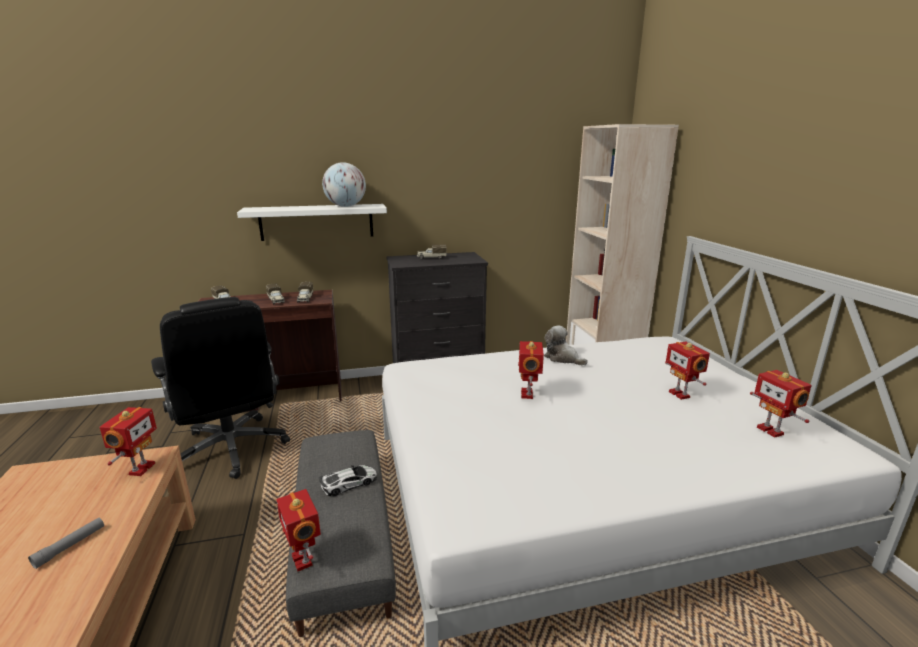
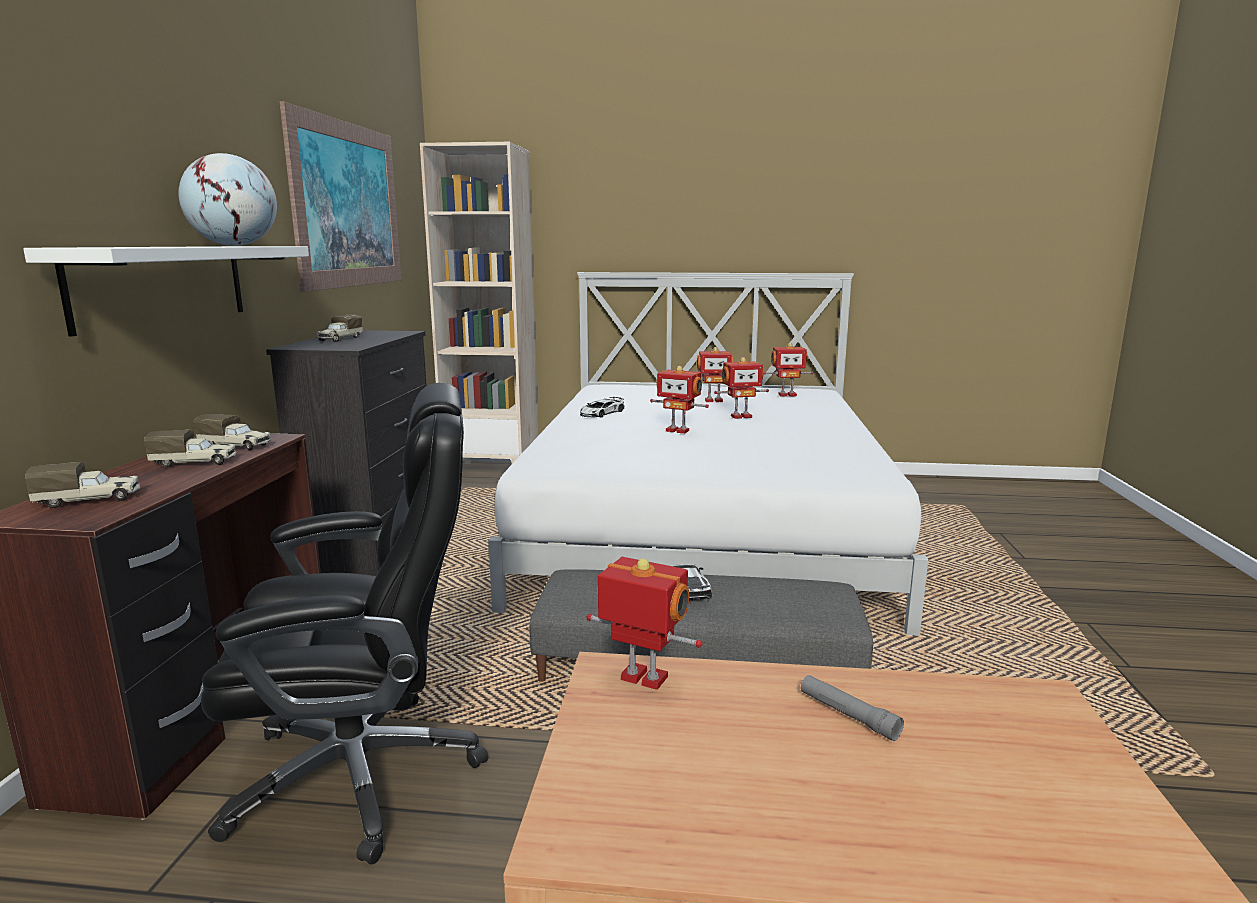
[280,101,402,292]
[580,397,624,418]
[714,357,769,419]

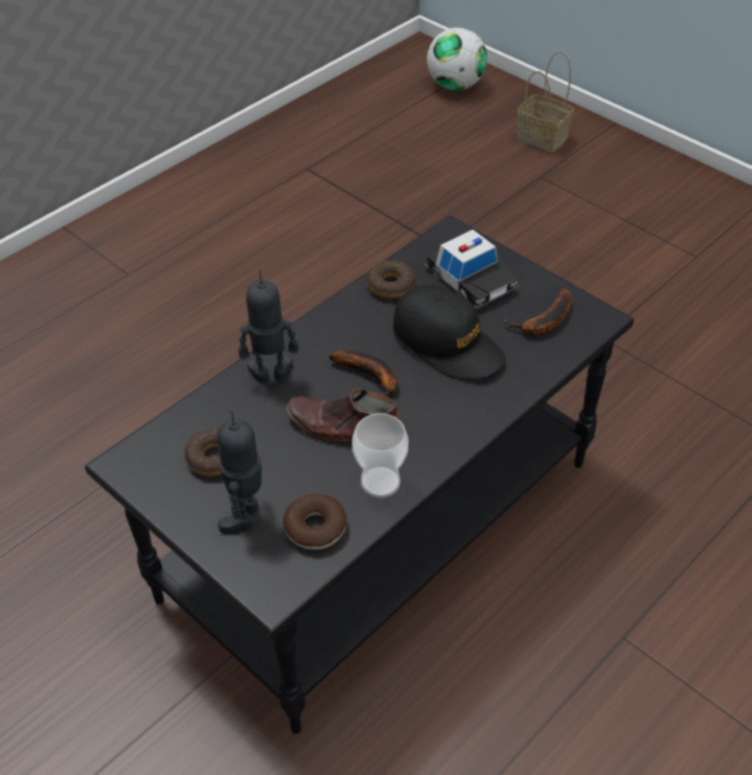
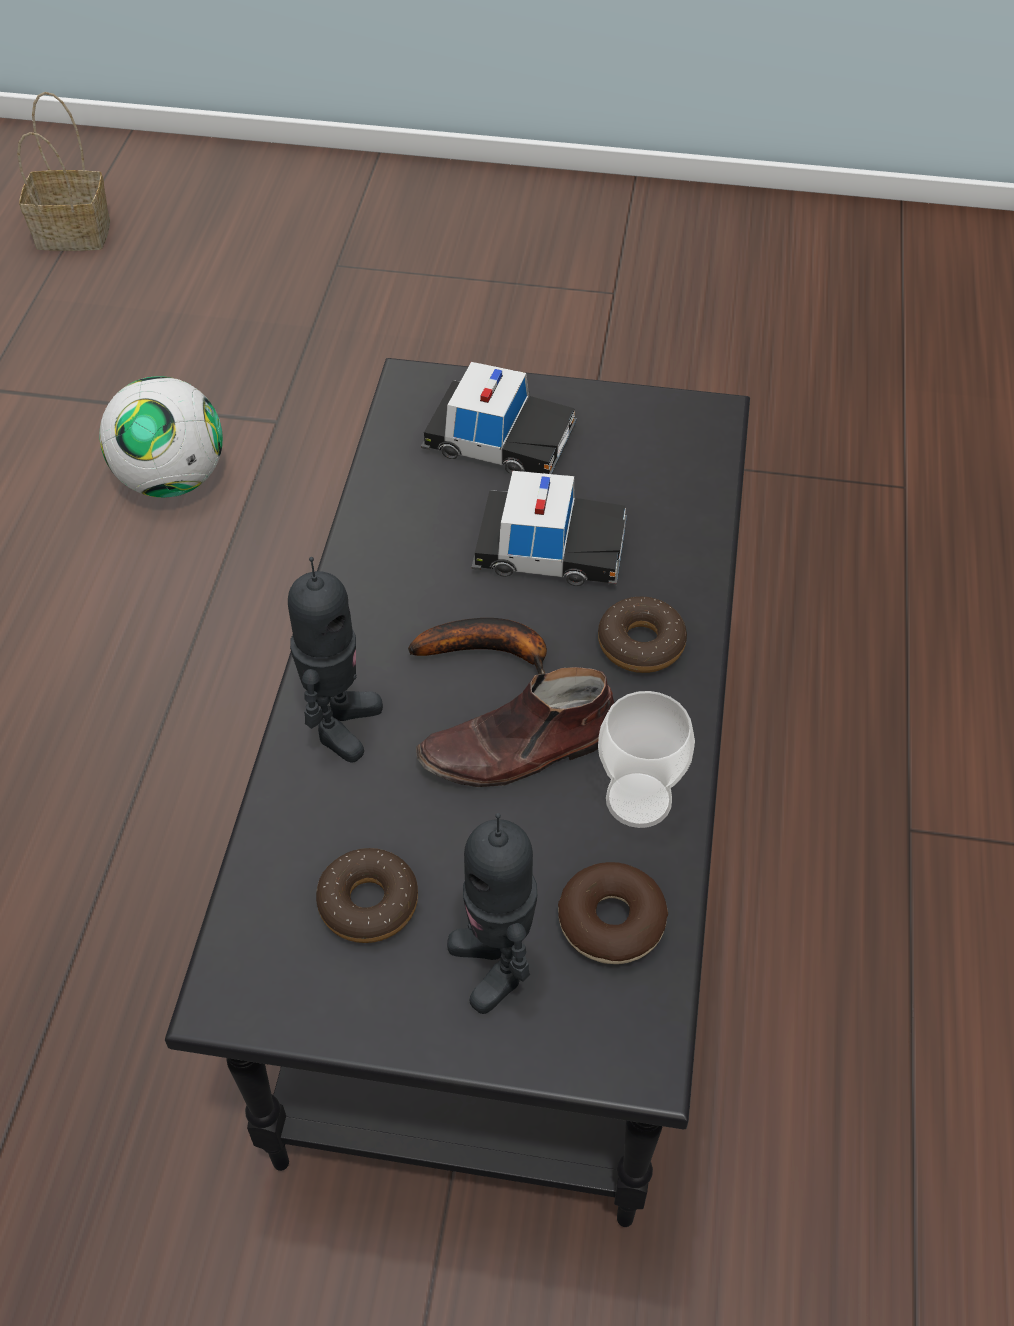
[17,92,110,251]
[99,376,223,498]
[288,557,383,763]
[472,471,627,586]
[598,597,687,673]
[504,288,572,336] (first image)

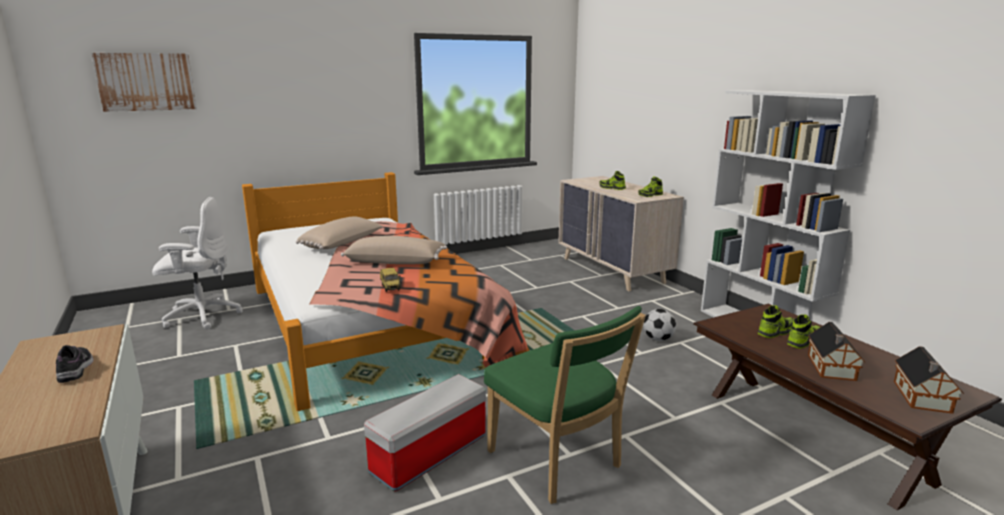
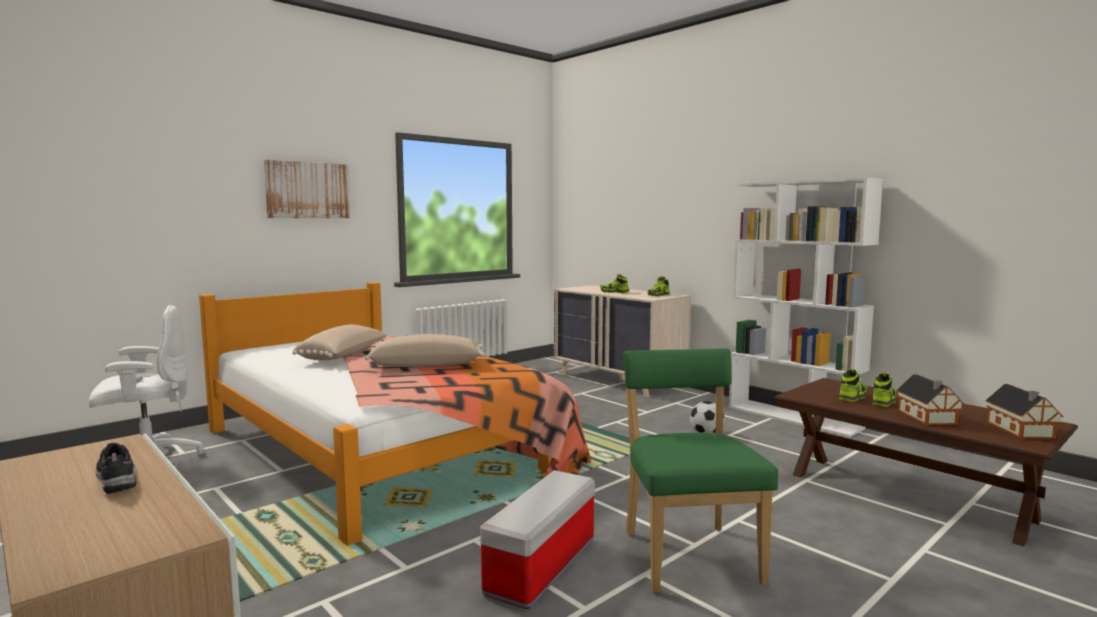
[264,160,350,218]
[623,348,778,593]
[380,268,401,292] (first image)

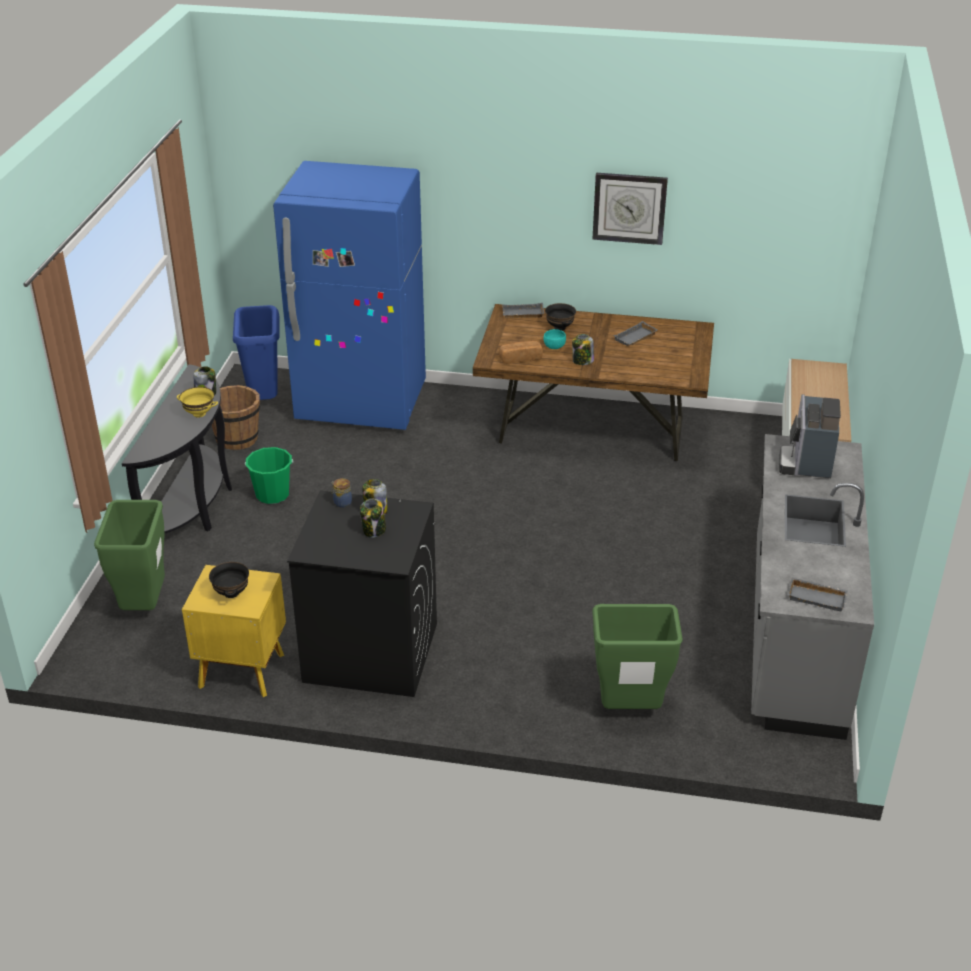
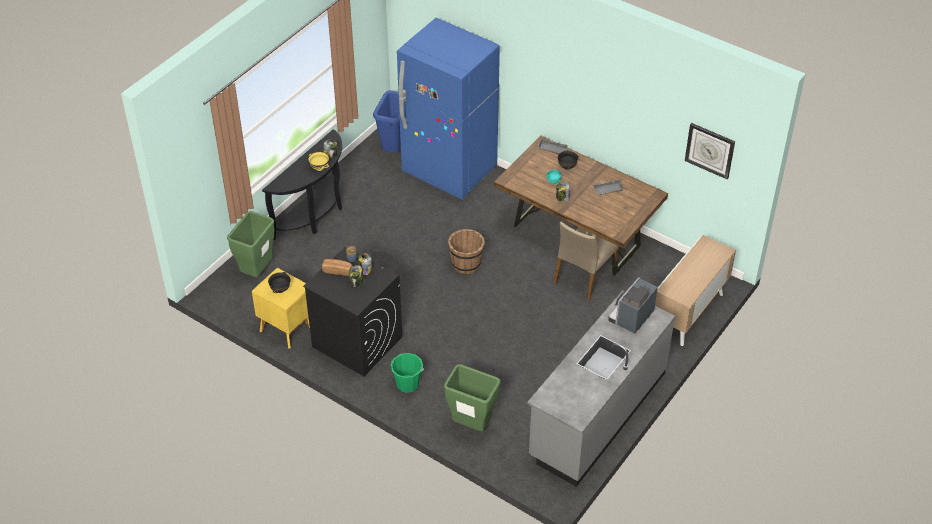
[322,259,353,276]
[391,353,424,393]
[448,229,485,274]
[554,221,619,301]
[685,123,735,179]
[788,577,848,612] (first image)

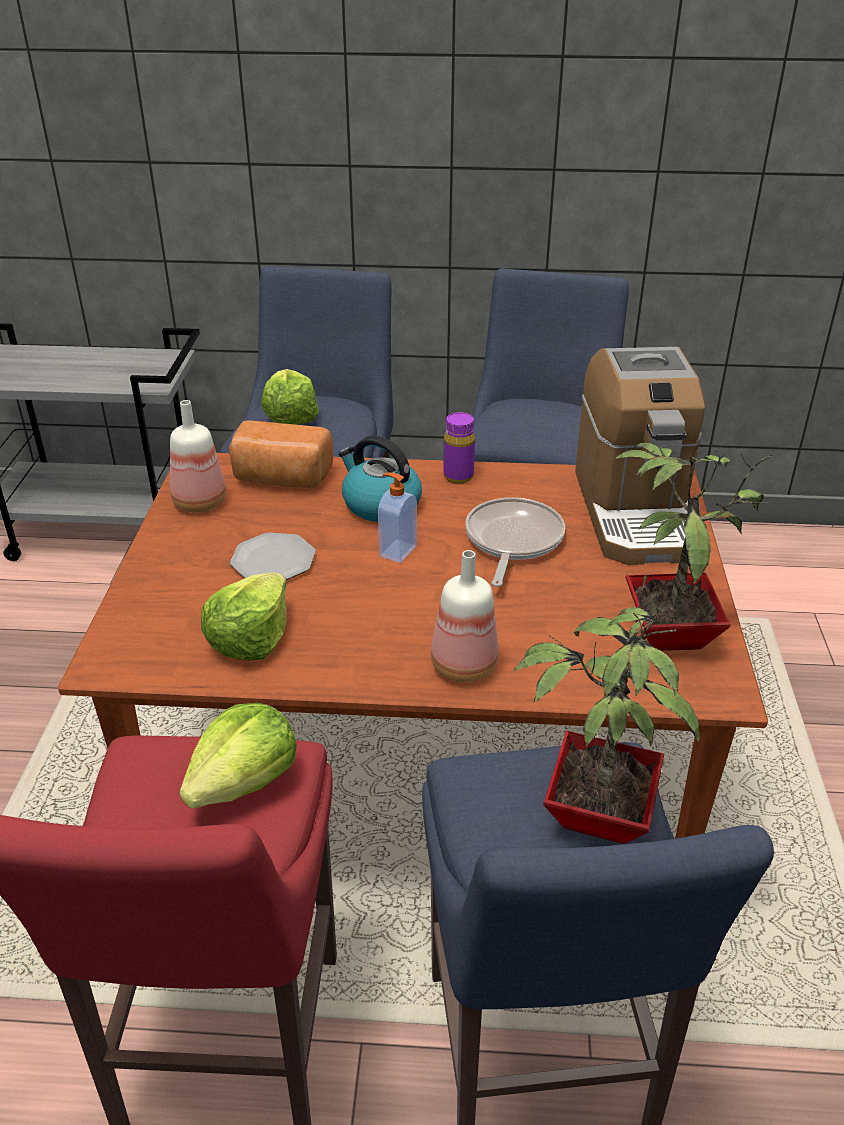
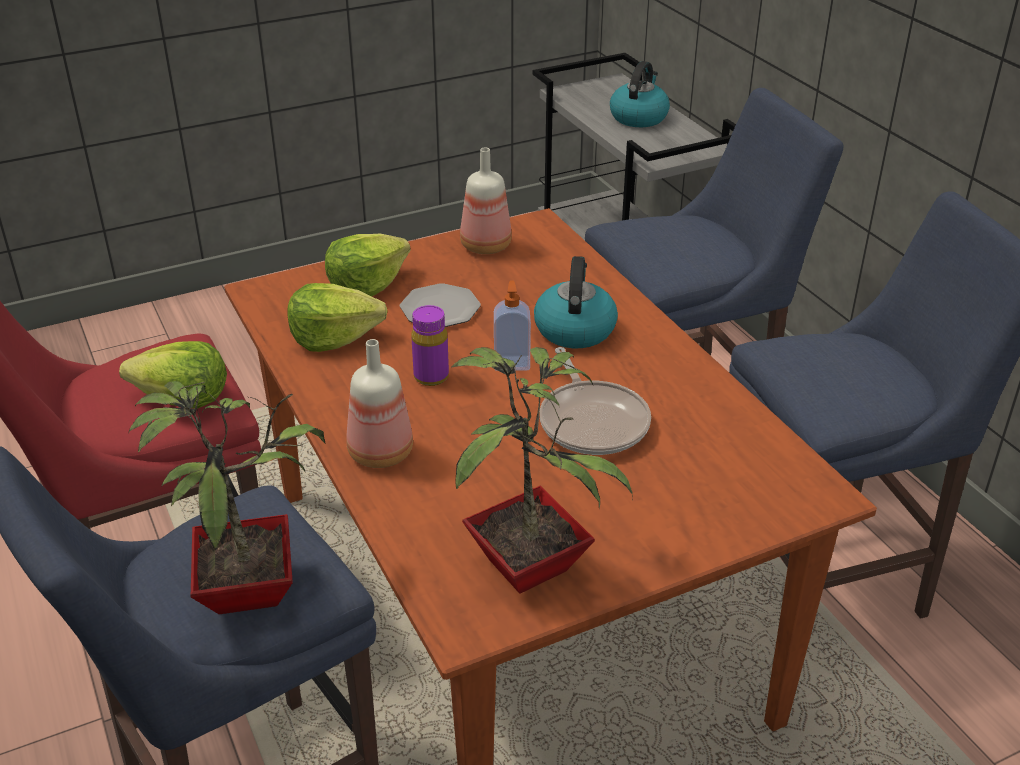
[325,233,411,296]
[411,305,449,386]
[540,347,651,455]
[610,61,670,127]
[229,420,333,488] (first image)
[575,347,705,565] (first image)

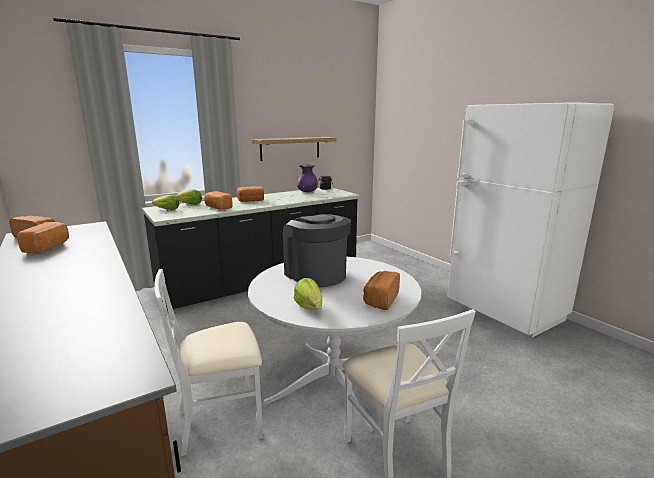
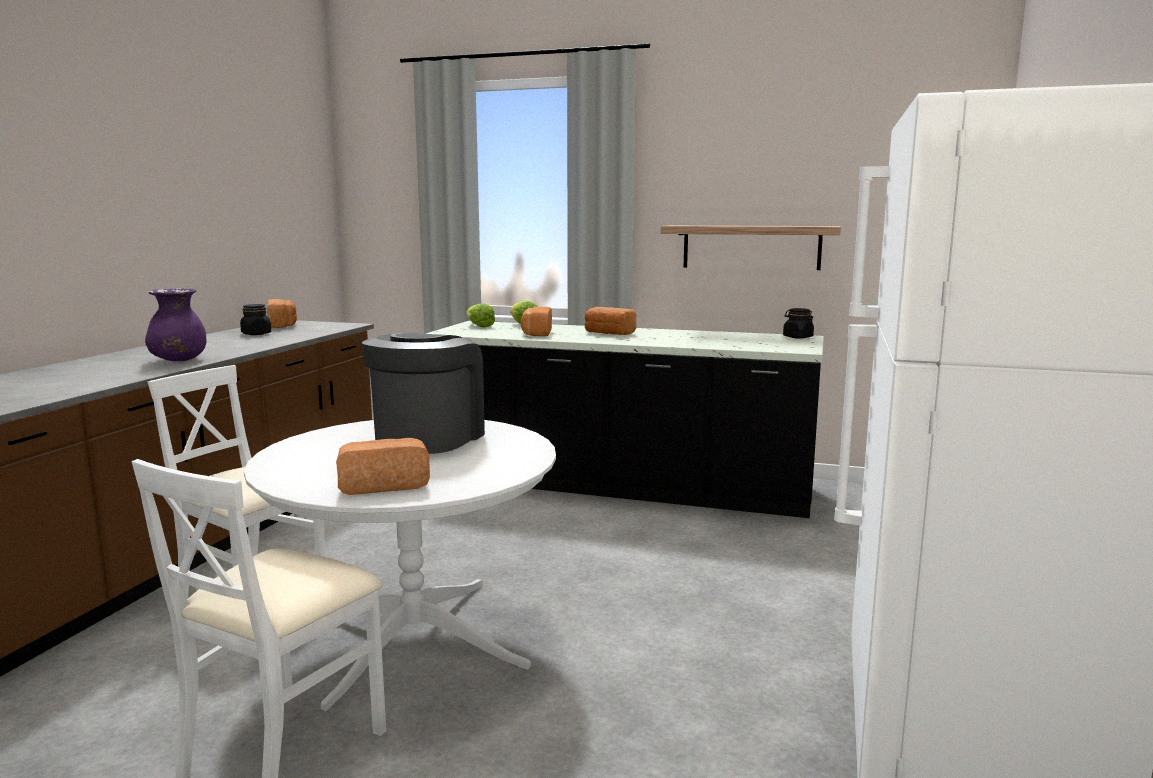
[145,288,207,361]
[240,304,271,335]
[294,278,322,310] (first image)

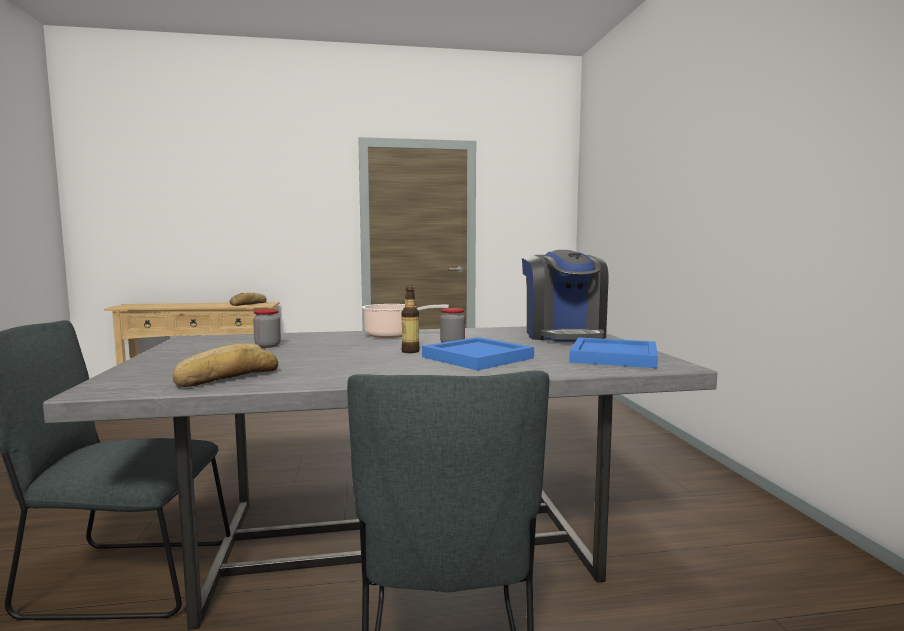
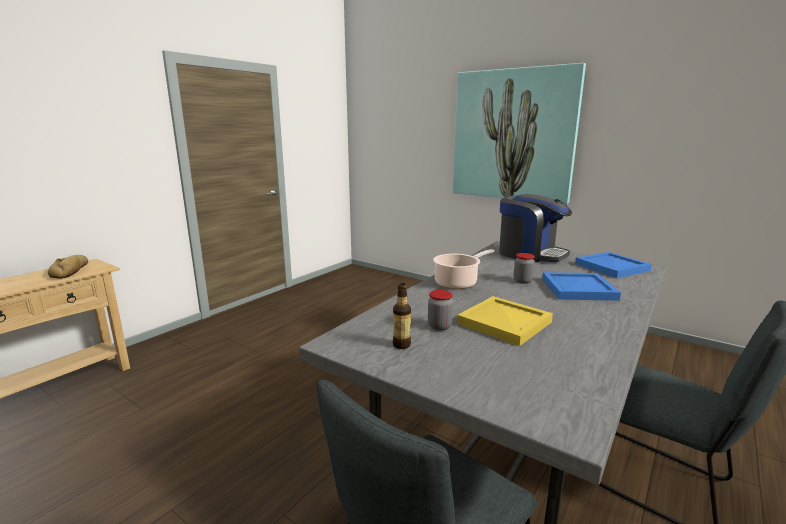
[393,283,411,349]
[453,63,586,204]
[457,296,553,346]
[173,343,278,387] (first image)

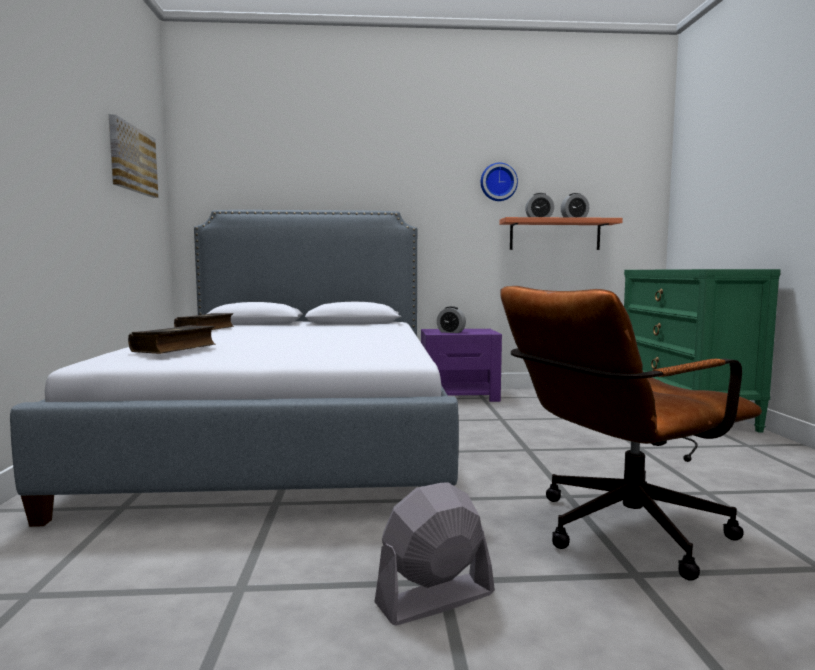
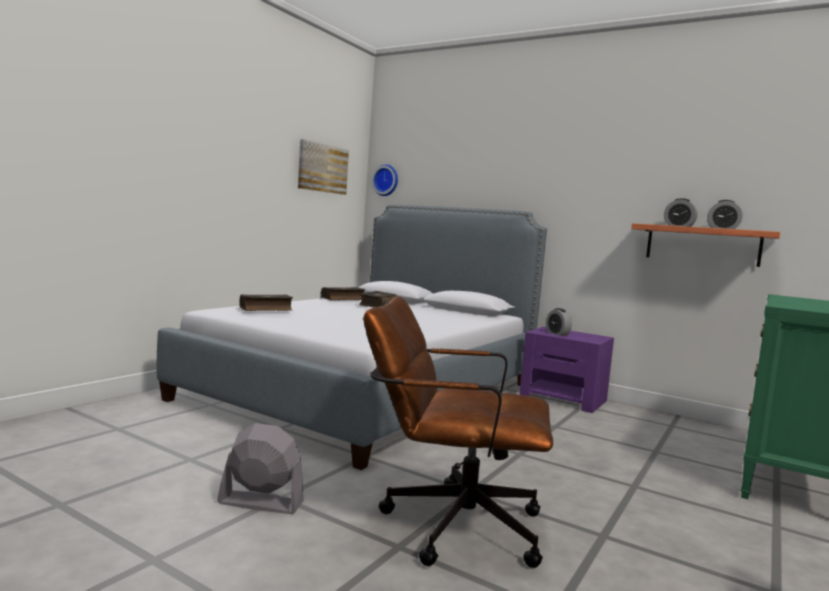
[358,291,397,307]
[372,164,398,196]

